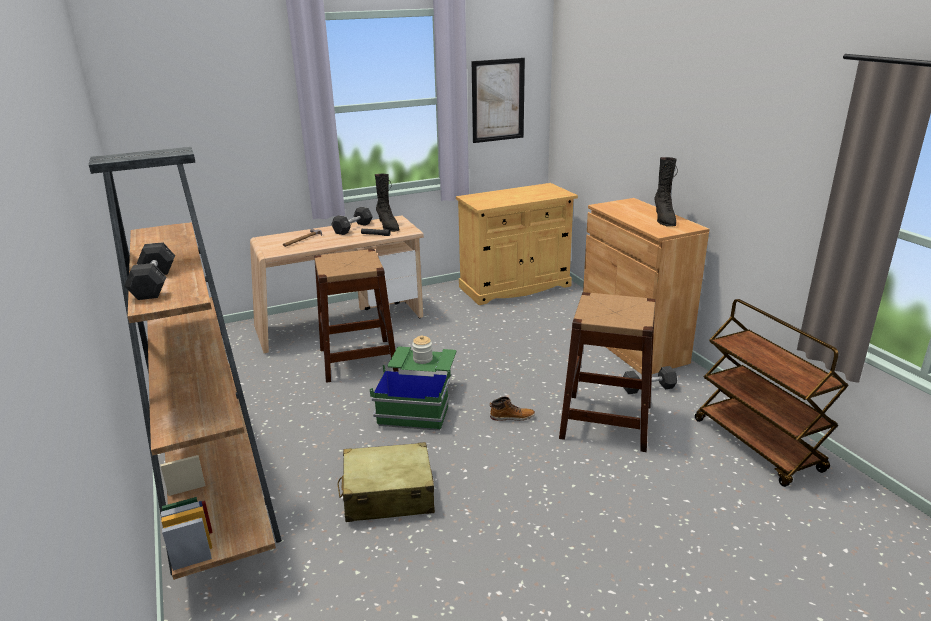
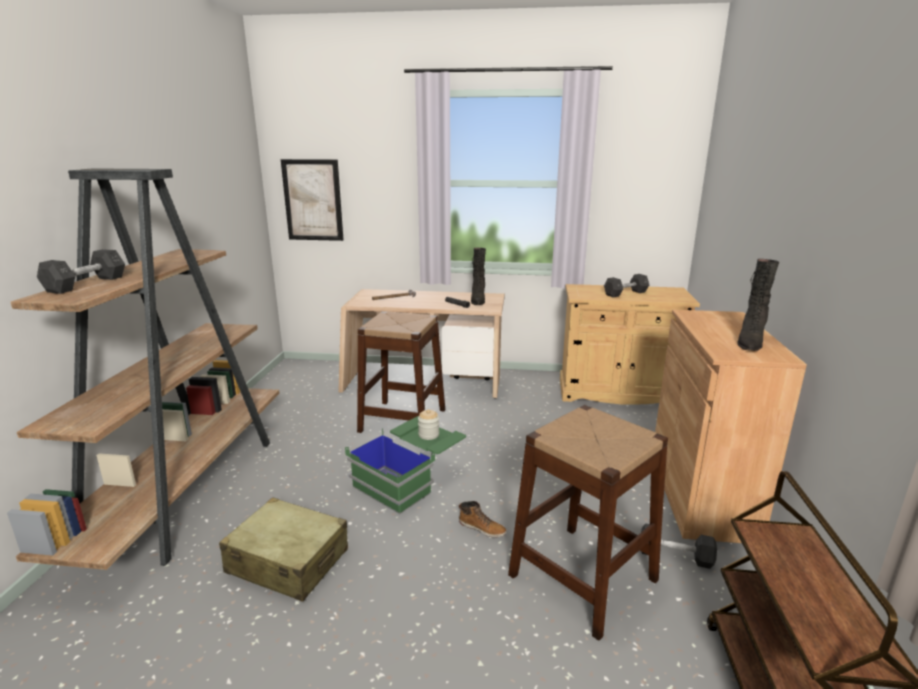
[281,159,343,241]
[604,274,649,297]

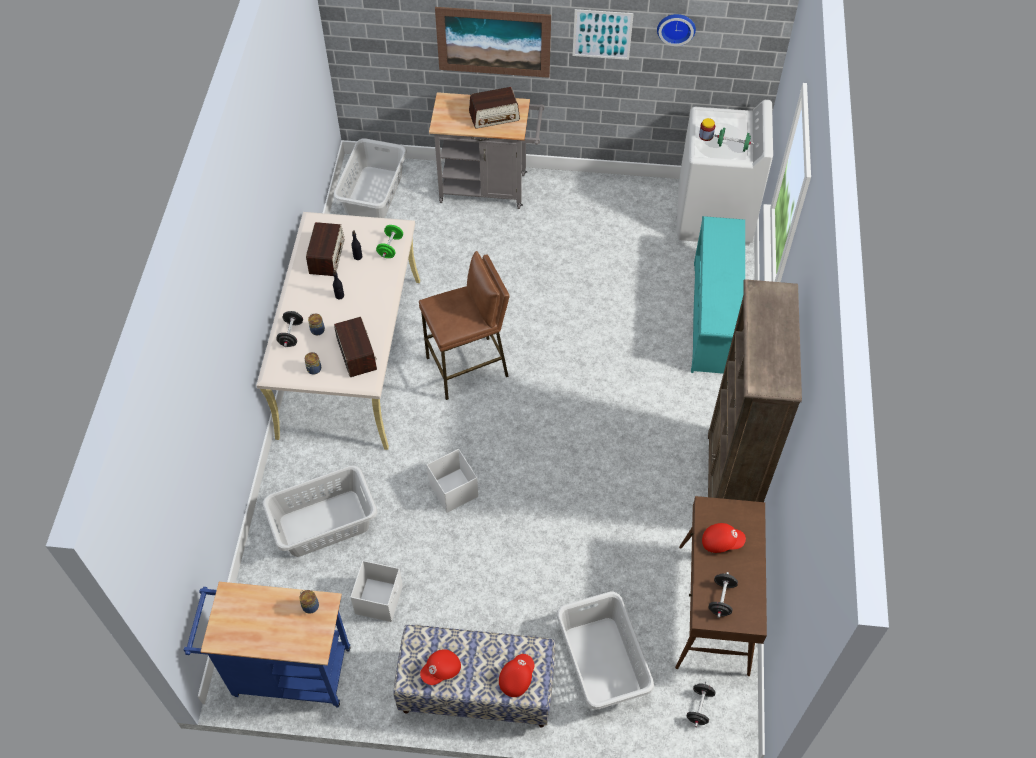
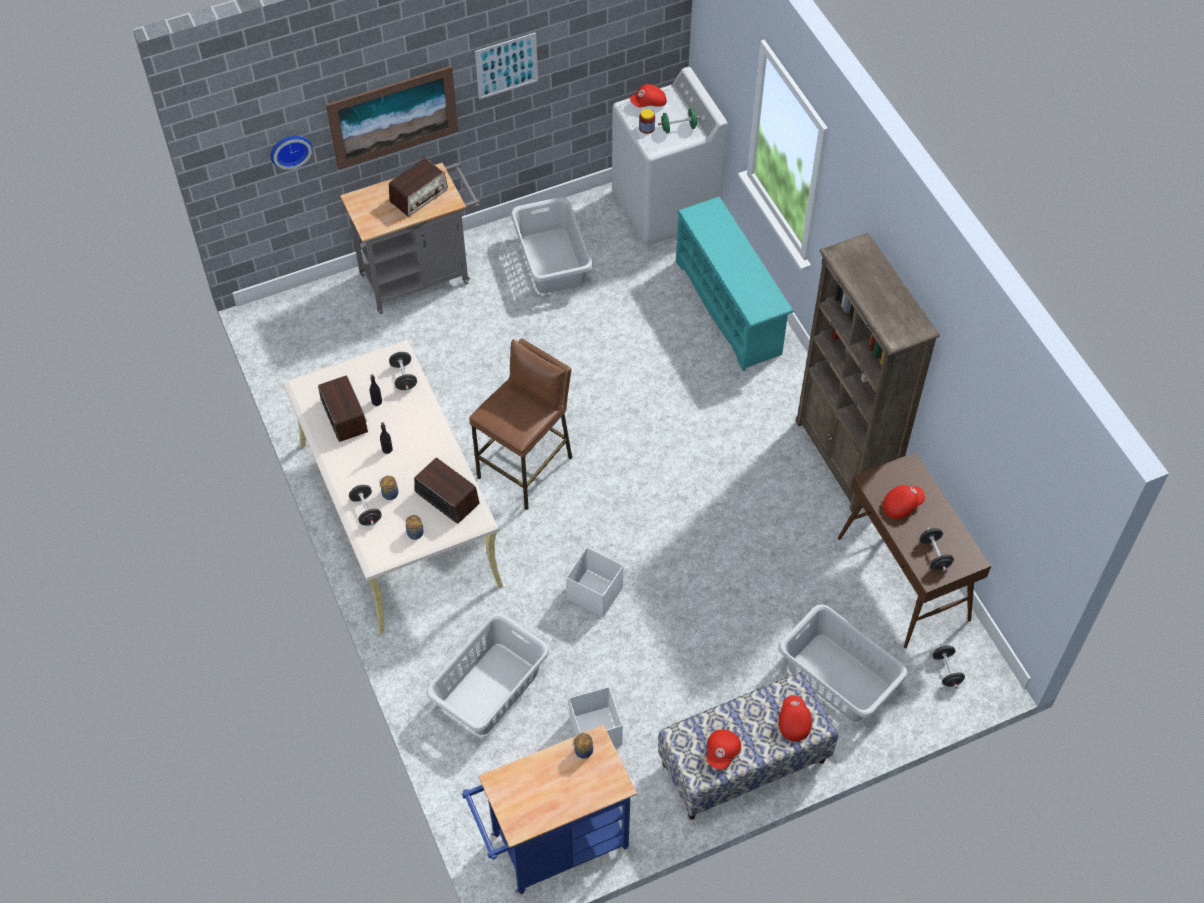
[271,135,313,170]
[389,352,417,390]
[511,197,593,294]
[630,84,666,107]

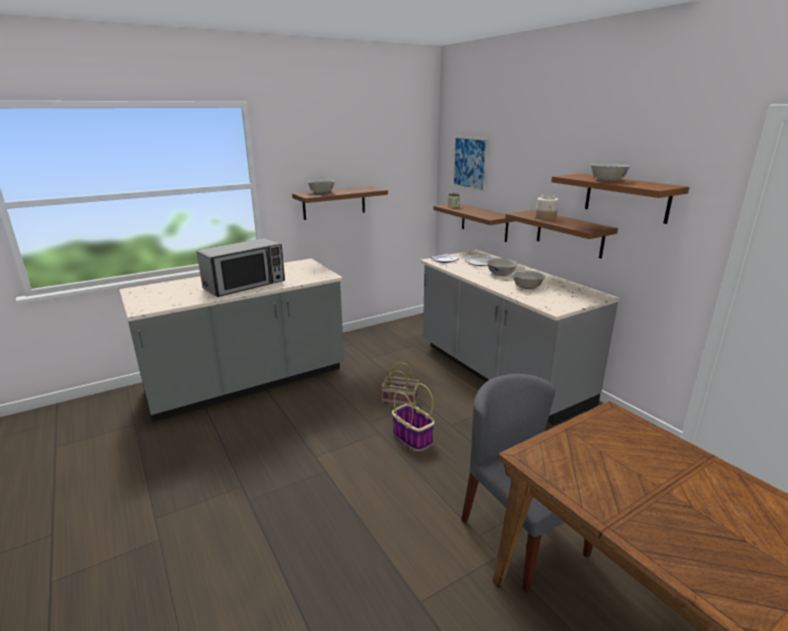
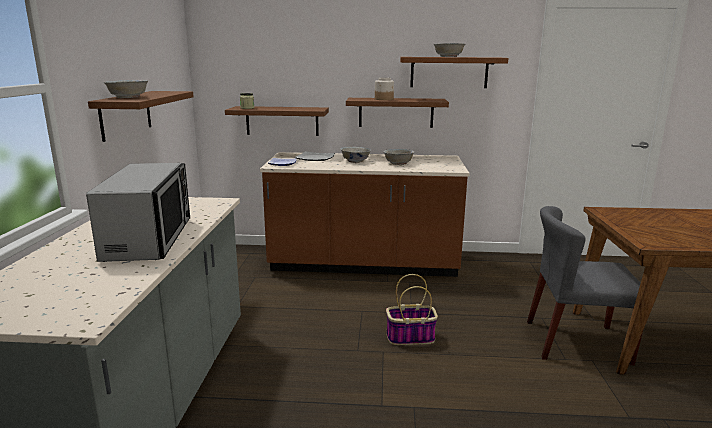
[260,152,470,277]
[382,362,419,406] (first image)
[453,136,488,192] (first image)

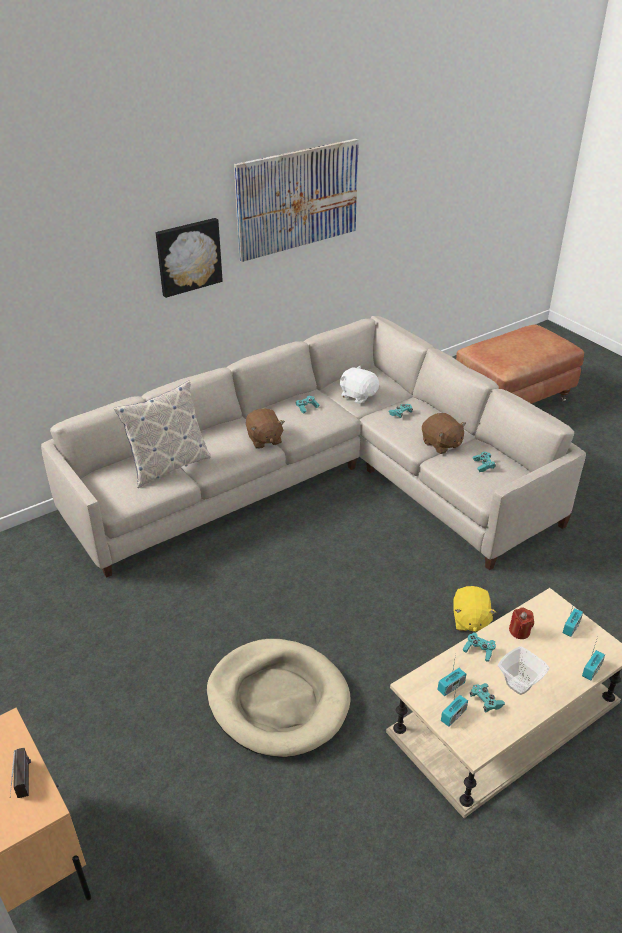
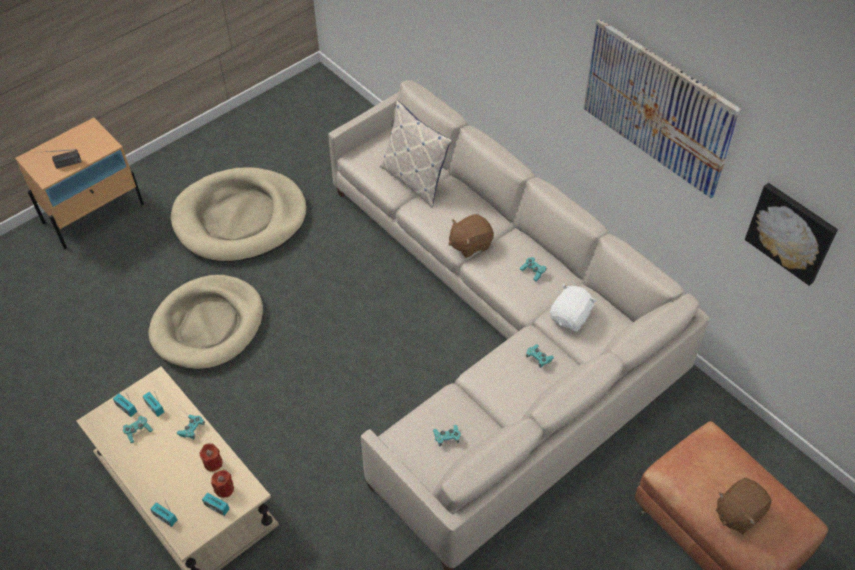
[171,167,307,262]
[211,470,234,498]
[716,478,772,534]
[745,183,838,286]
[453,586,496,632] (first image)
[498,646,550,695] (first image)

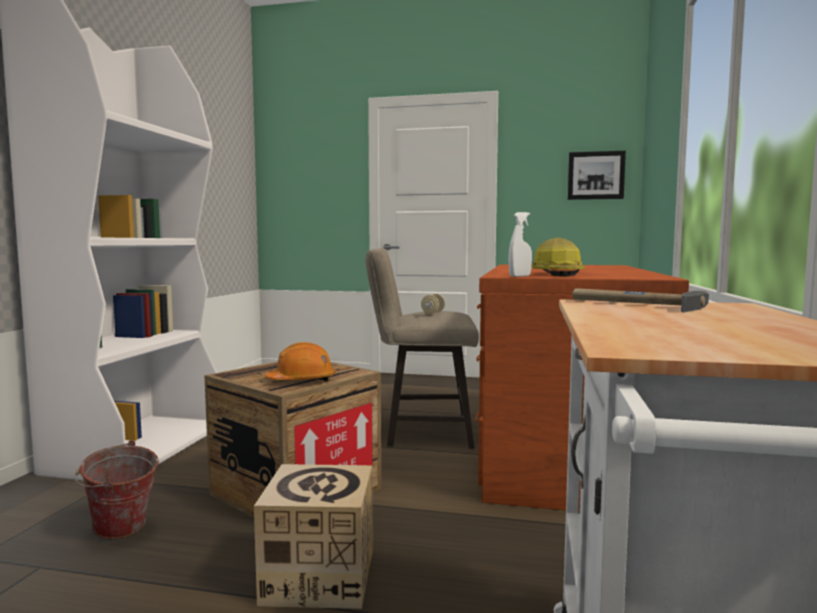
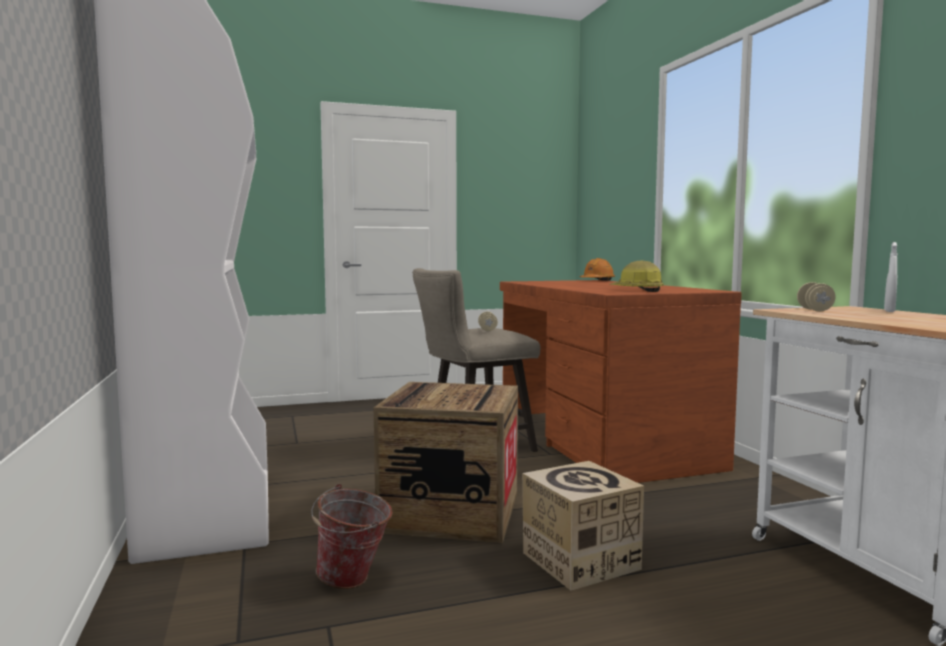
[580,258,615,281]
[797,282,836,312]
[884,242,897,312]
[568,151,626,200] (first image)

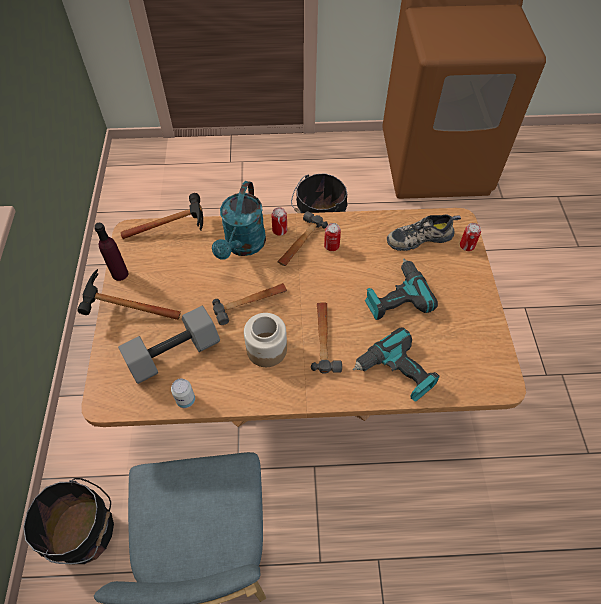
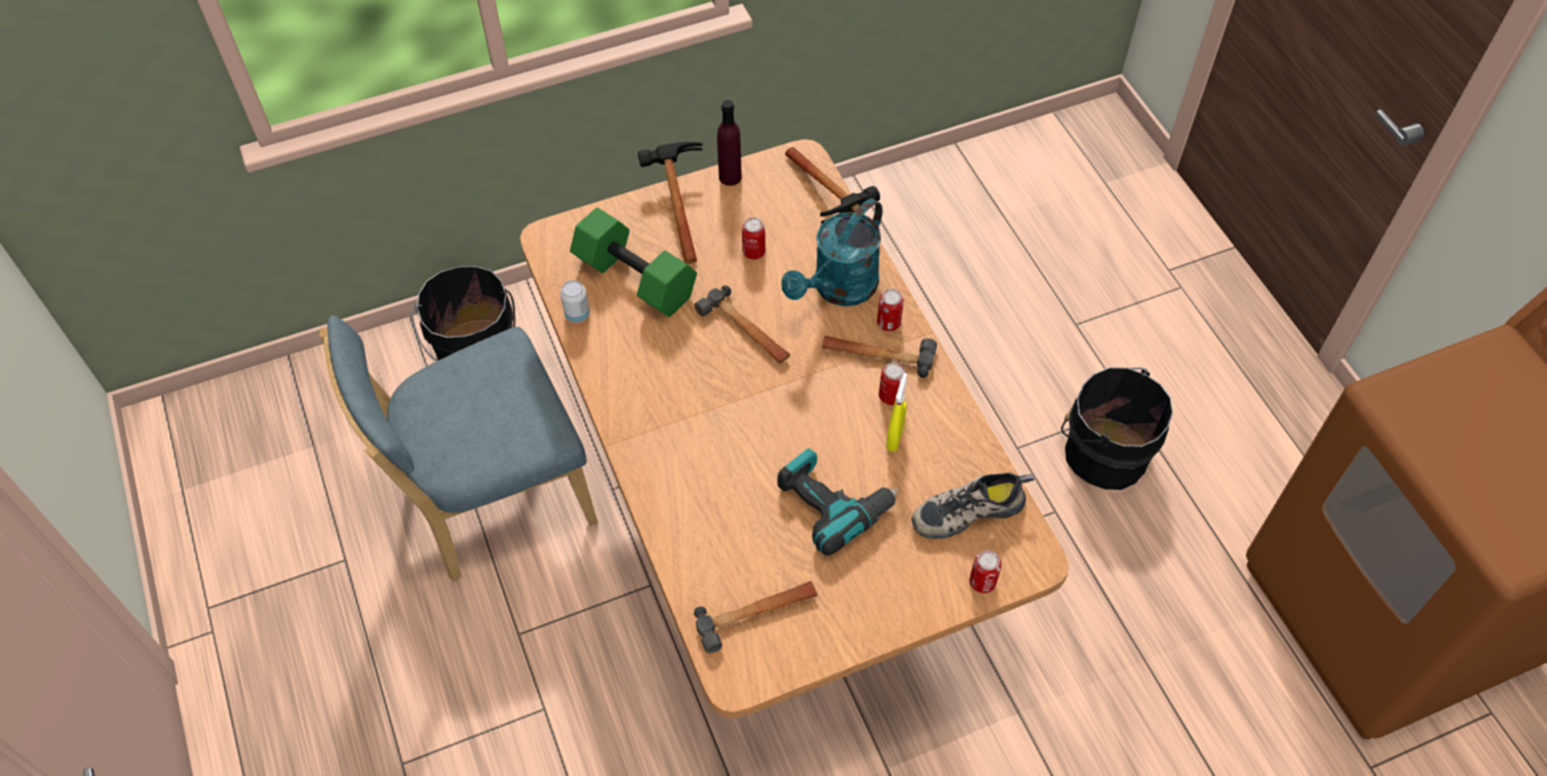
[570,208,697,317]
[694,581,817,653]
[742,217,765,259]
[781,199,883,306]
[886,373,907,452]
[912,473,1034,539]
[244,313,287,367] (first image)
[353,327,440,402] (first image)

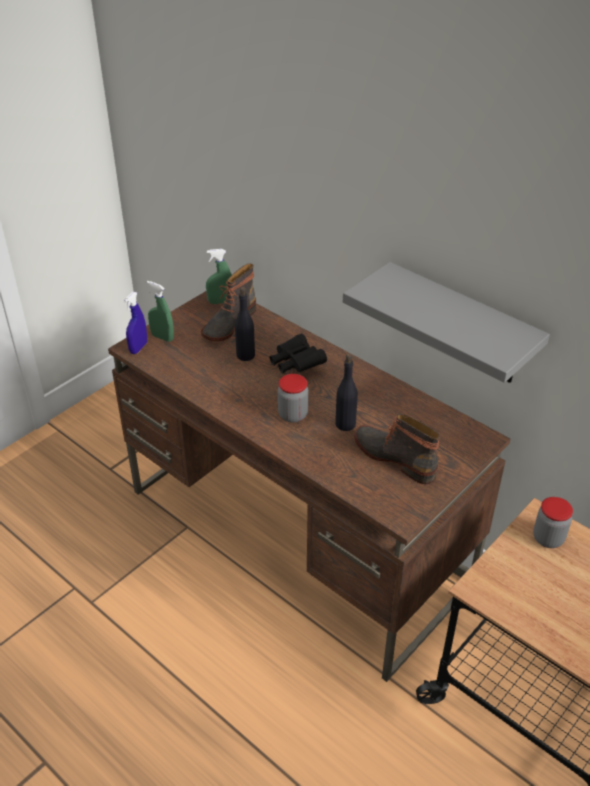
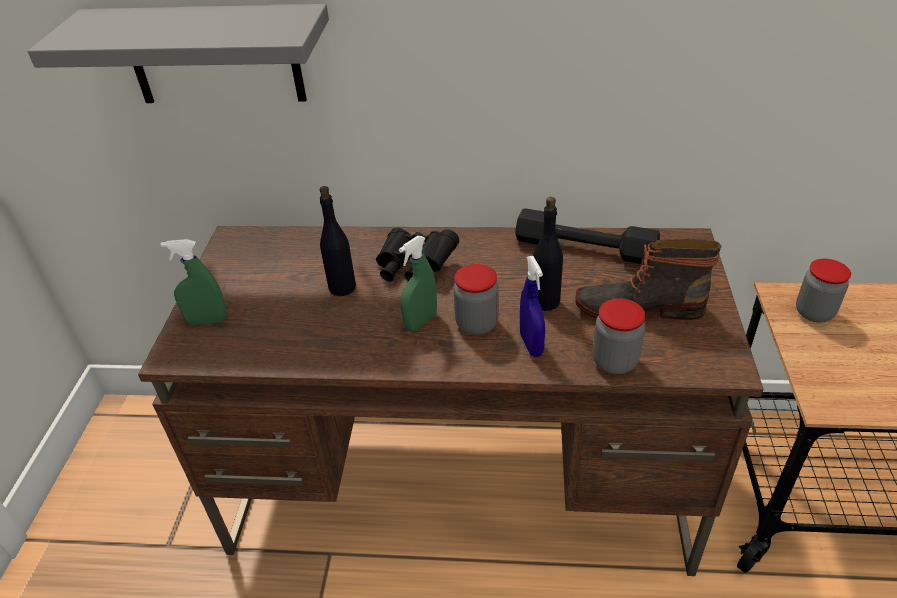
[28,4,329,103]
[399,236,437,331]
[515,208,660,265]
[520,256,545,357]
[593,298,645,374]
[201,264,256,342] (first image)

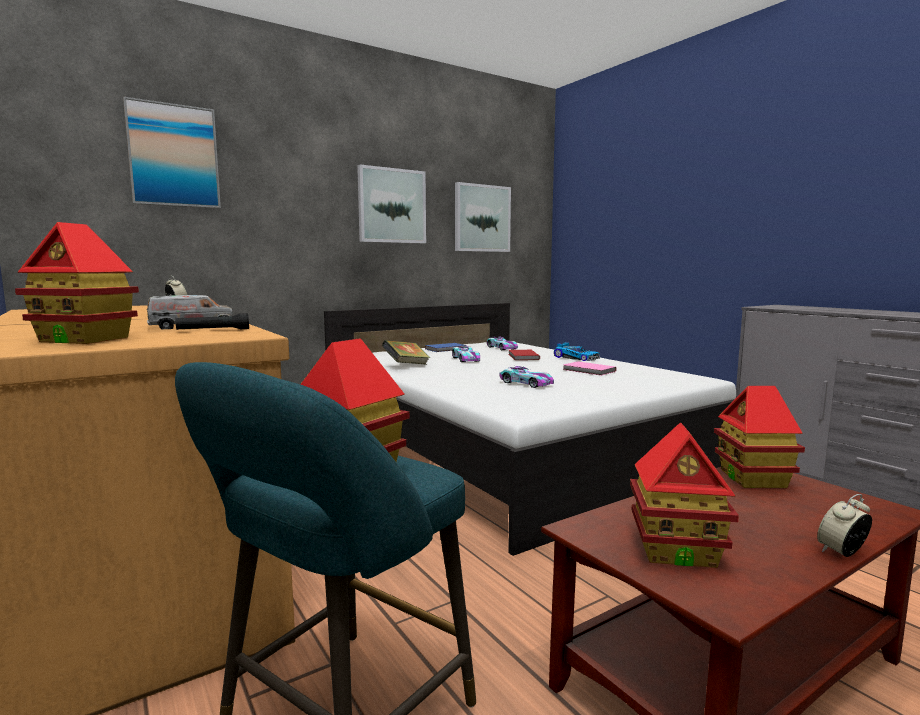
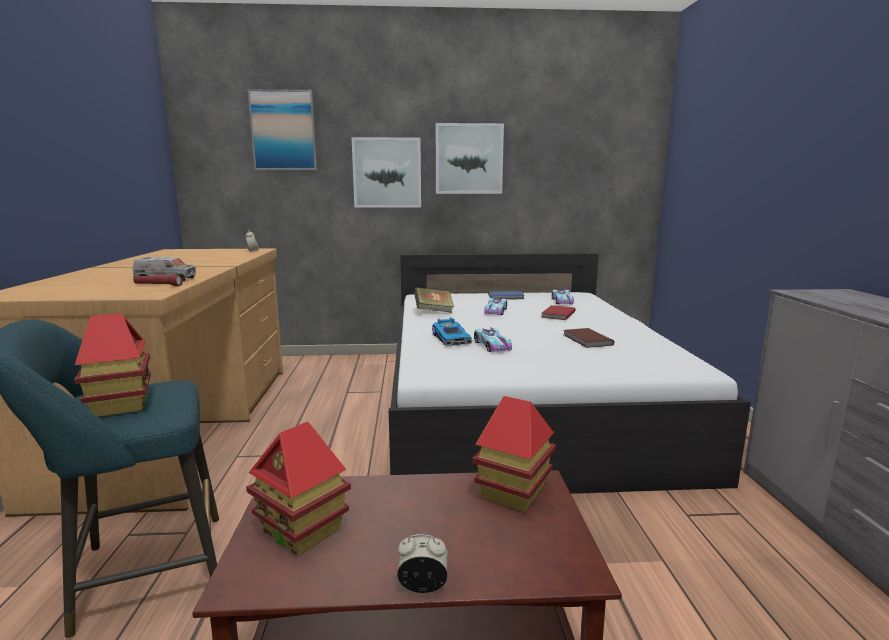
[133,275,183,286]
[352,137,421,208]
[432,318,472,346]
[564,328,614,348]
[15,222,139,344] (first image)

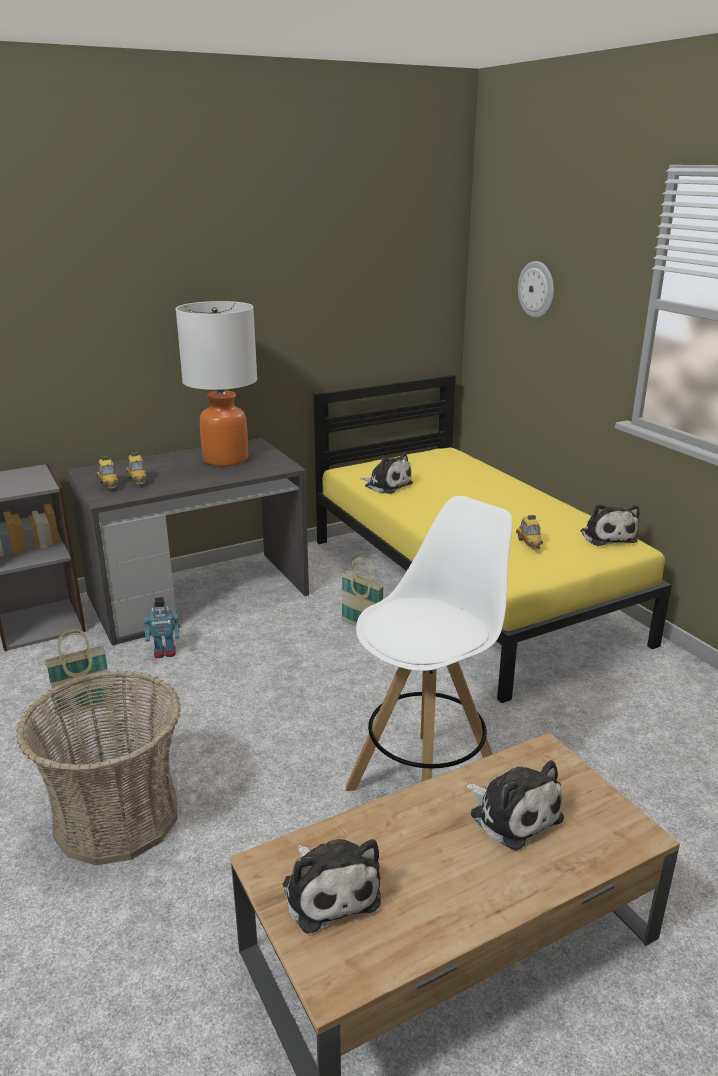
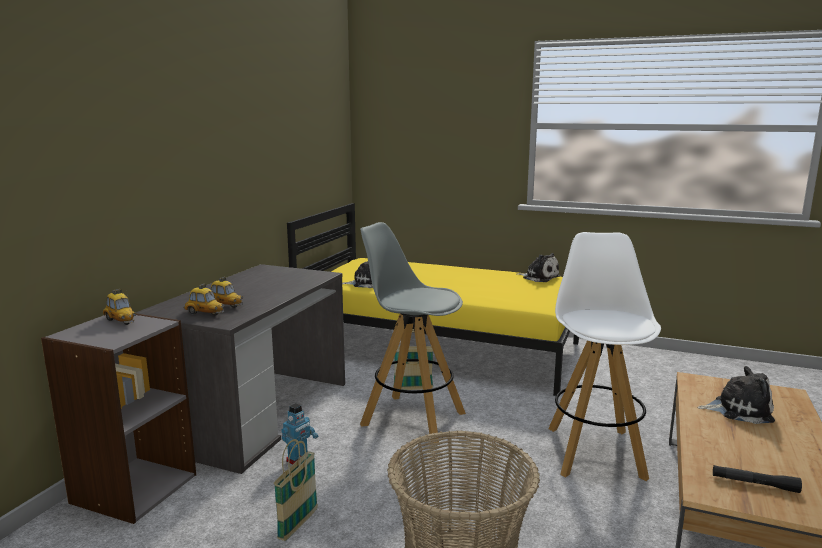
[103,289,136,325]
[360,222,466,443]
[713,465,802,493]
[176,301,257,466] (first image)
[518,261,554,318] (first image)

